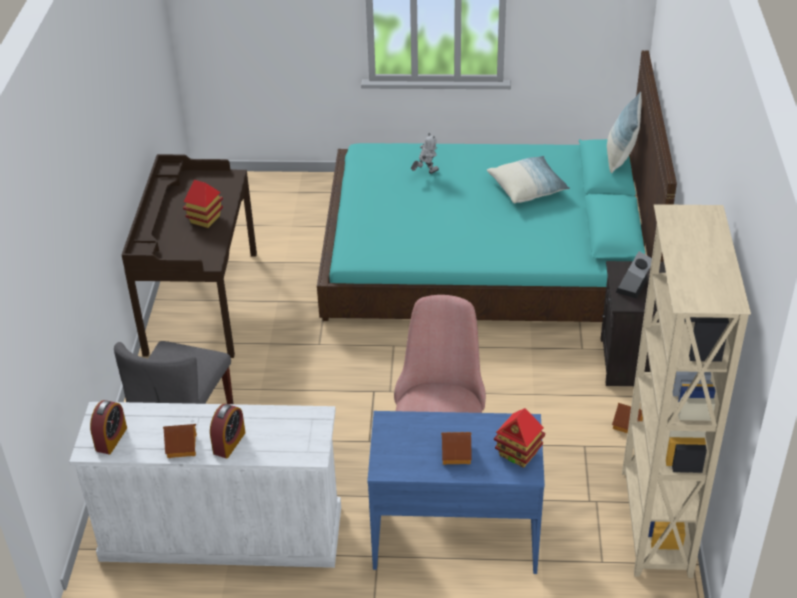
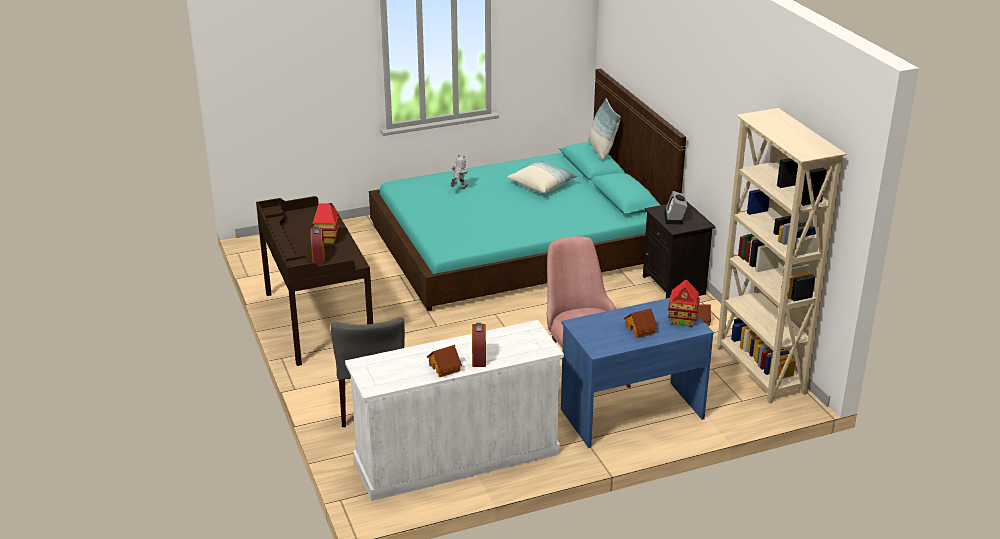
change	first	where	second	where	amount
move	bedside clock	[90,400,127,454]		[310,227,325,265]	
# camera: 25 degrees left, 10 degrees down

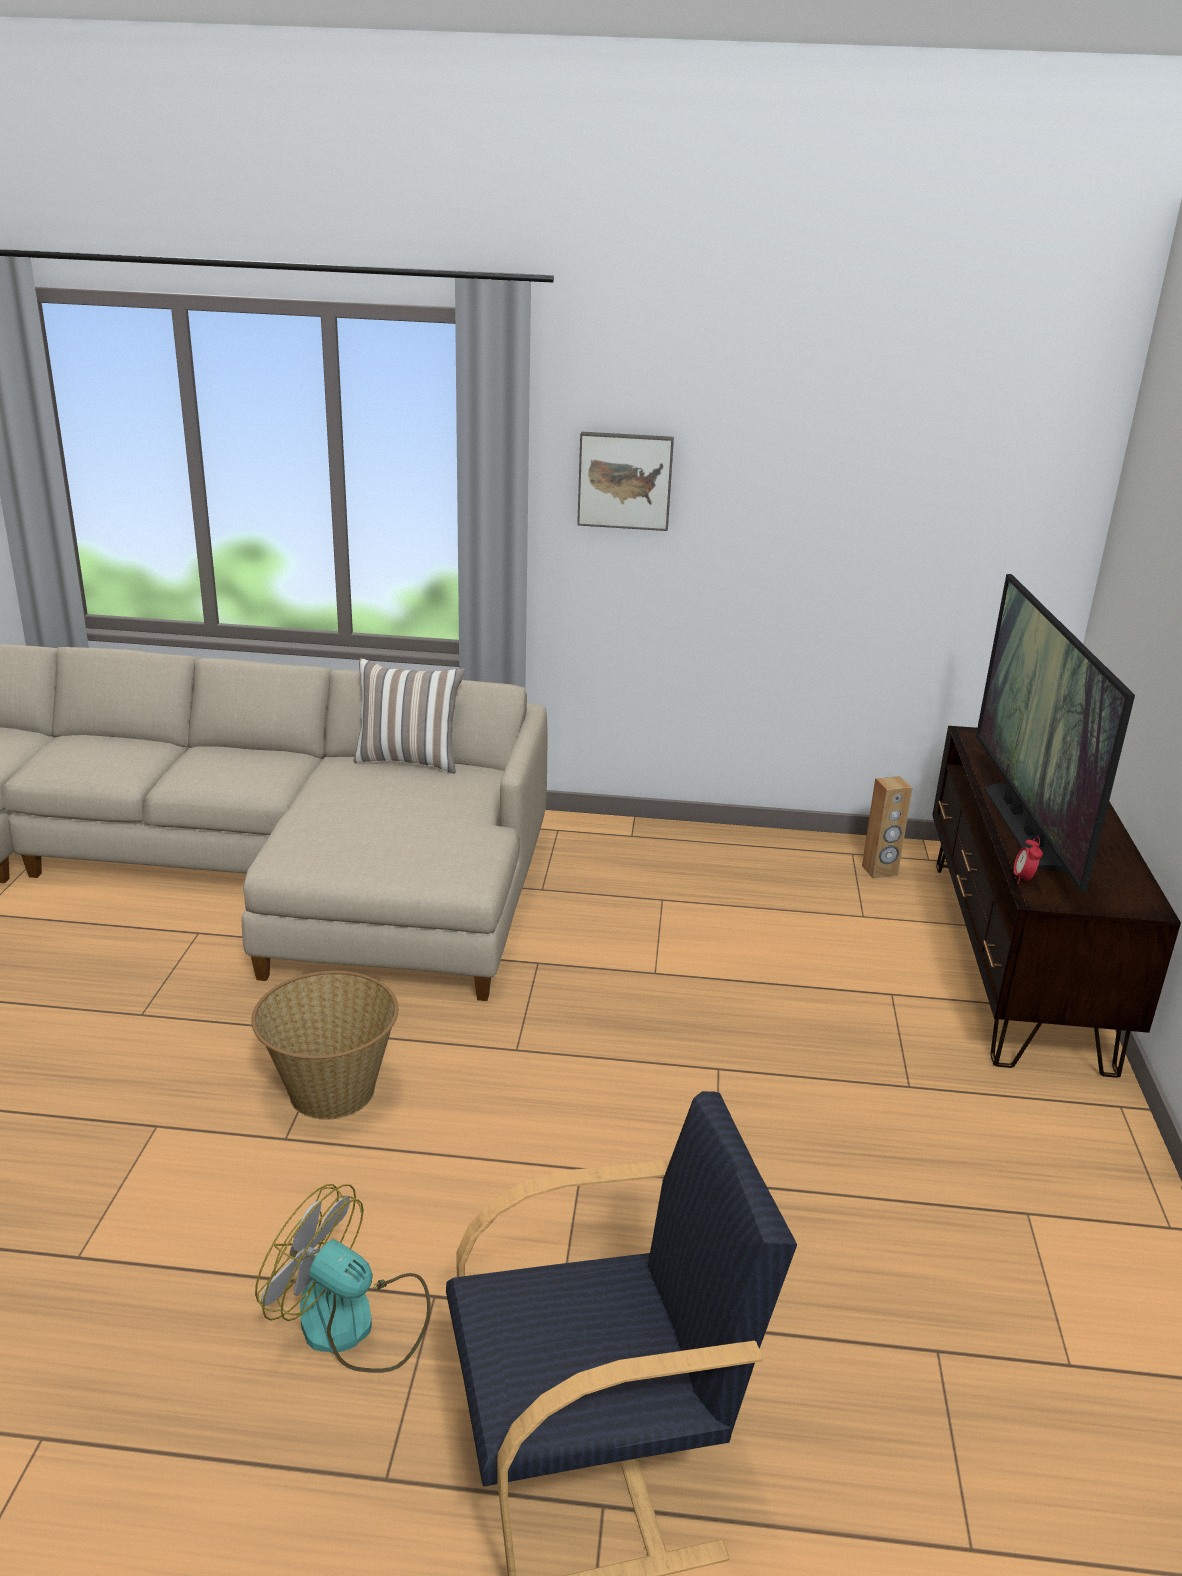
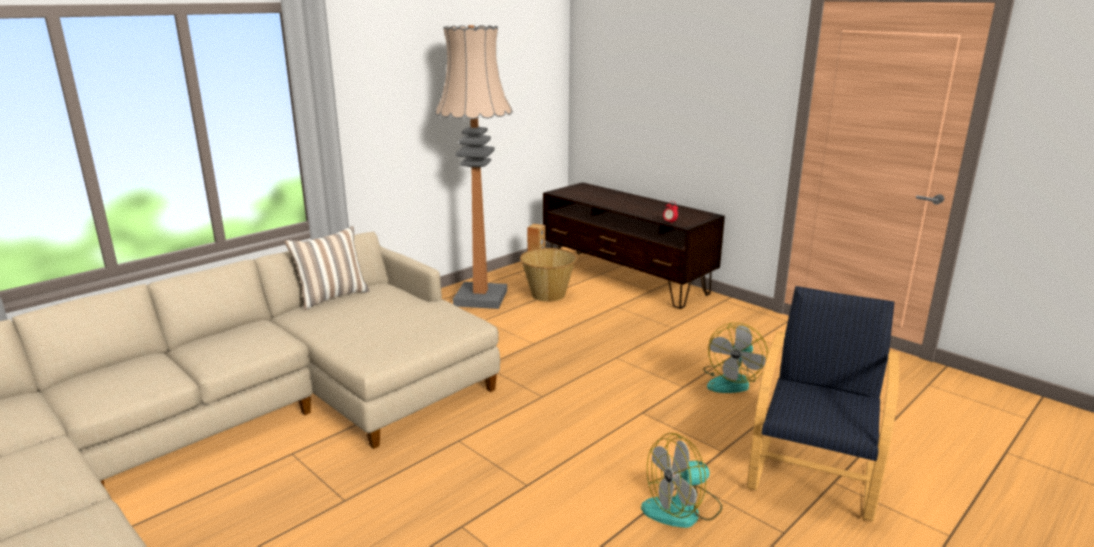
change	first	where	second	where	amount
move	basket	[251,971,398,1120]		[520,248,578,302]	
delete	picture	[577,432,674,531]			
delete	television	[976,574,1135,892]			
insert			standing lamp	[435,25,513,309]	
insert			fan	[703,323,768,393]	
# camera: 50 degrees left, 5 degrees down

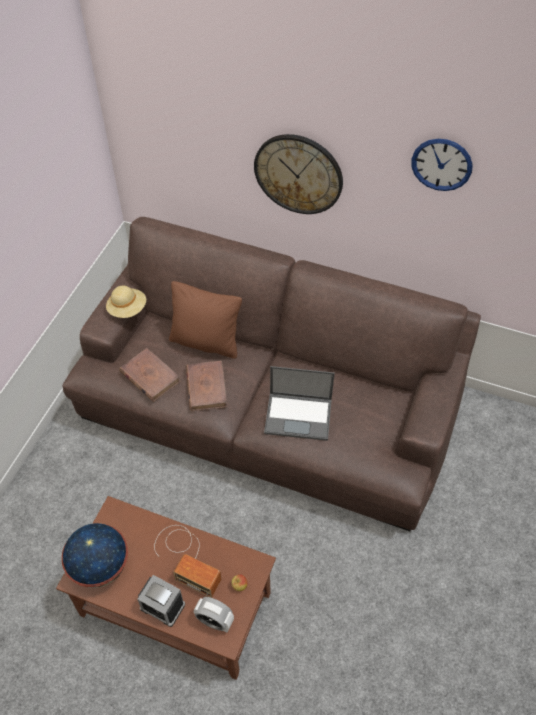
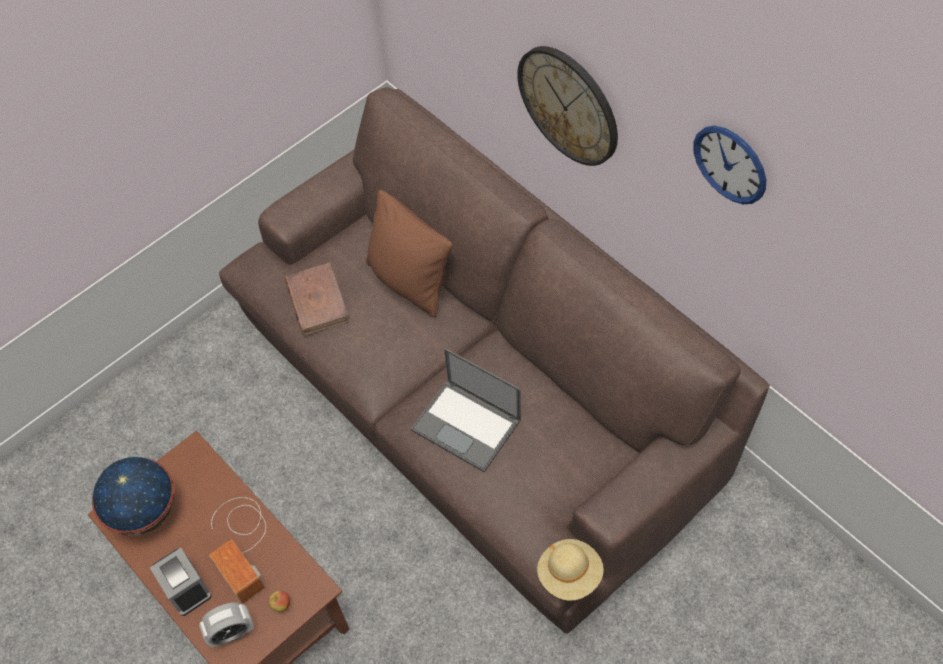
change	first	where	second	where	amount
move	beige wearable hat	[106,286,146,318]		[537,539,604,601]	
delete	brown volume	[186,361,228,411]			
rotate	bedside clock	[194,597,234,633]		[199,603,254,648]	75 degrees counterclockwise
# camera: 30 degrees right, 5 degrees up

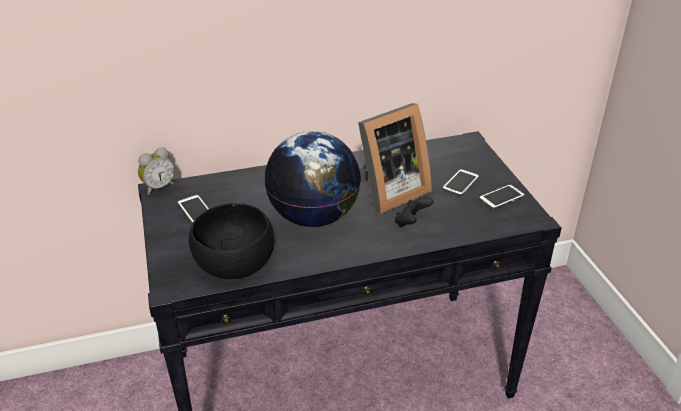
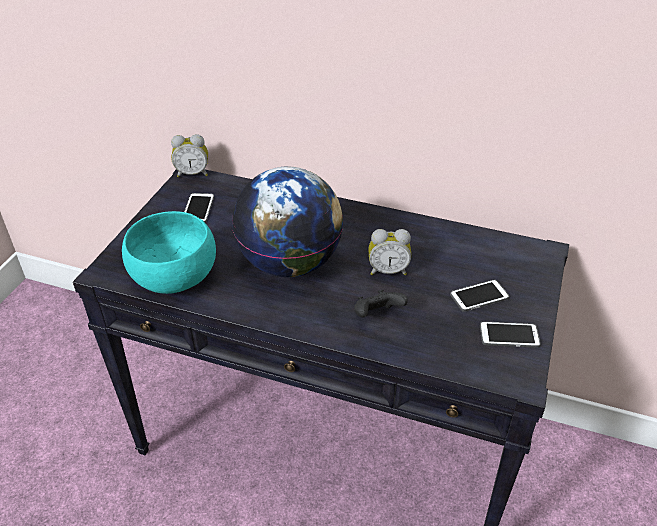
change	first	where	second	where	amount
recolor	black-coloured serving bowl	[189,203,275,279]	turquoise serving bowl	[122,211,216,294]	
replace	photo frame	[358,103,432,214]	bedside clock	[368,229,412,275]	
# camera: 35 degrees right, 5 degrees up

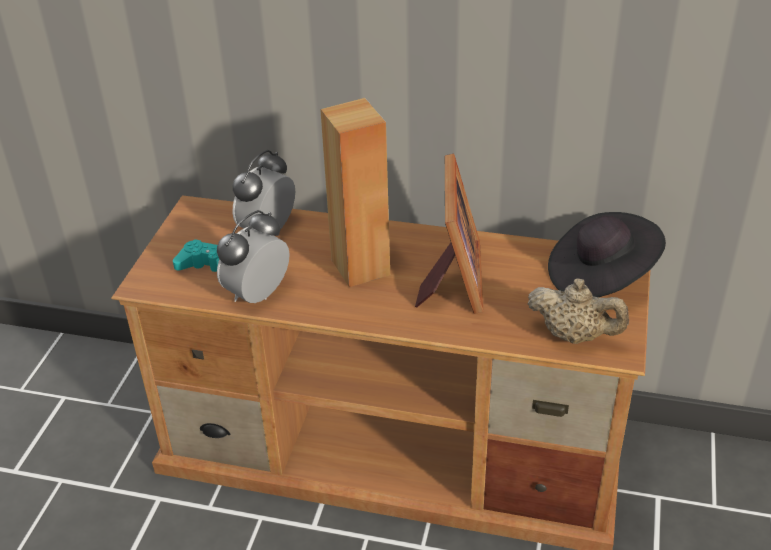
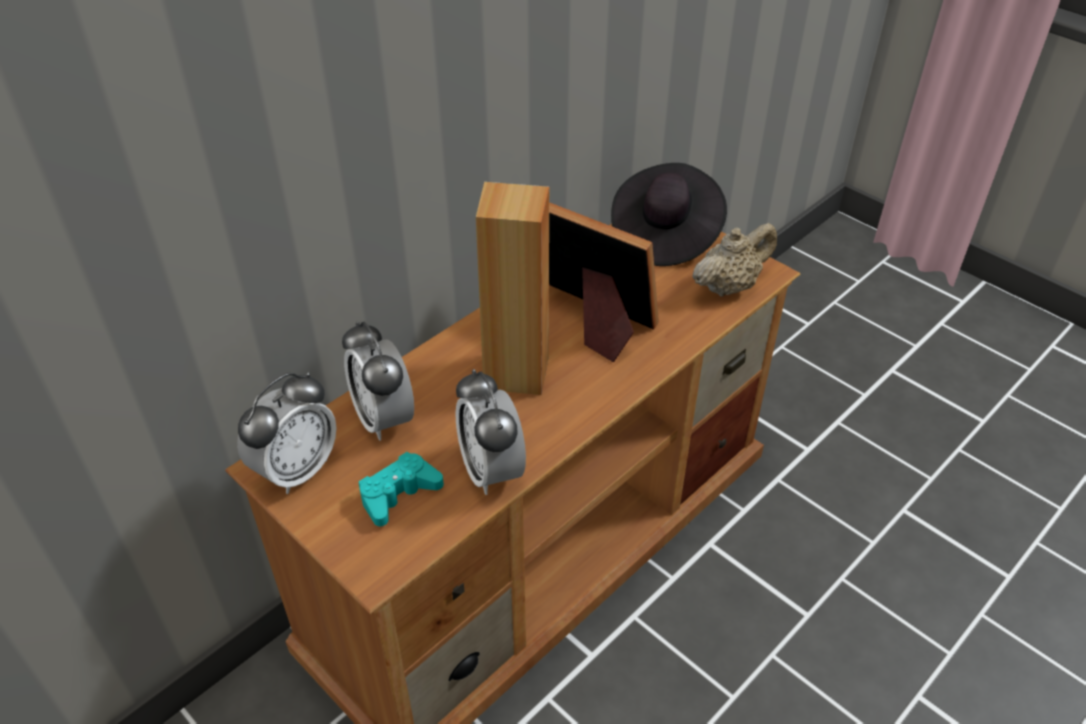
change	first	where	second	where	amount
insert			bedside clock	[237,372,336,494]	
# camera: 60 degrees left, 5 degrees up

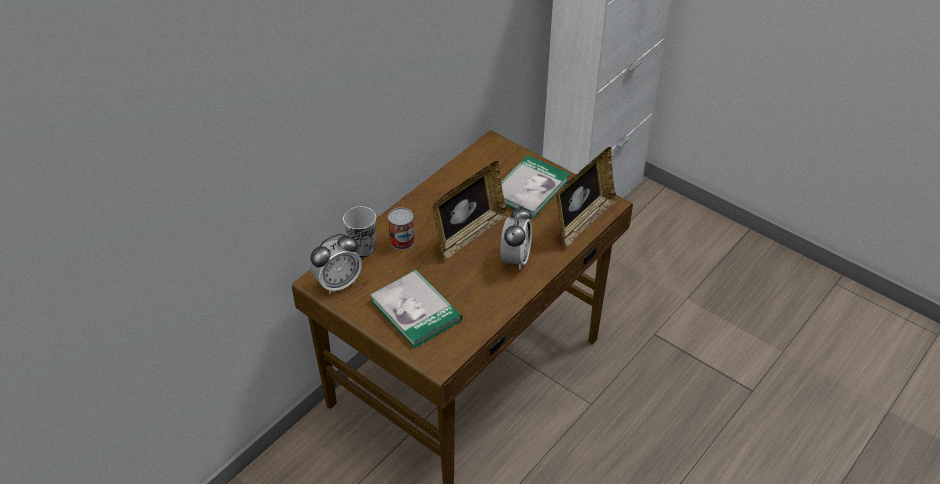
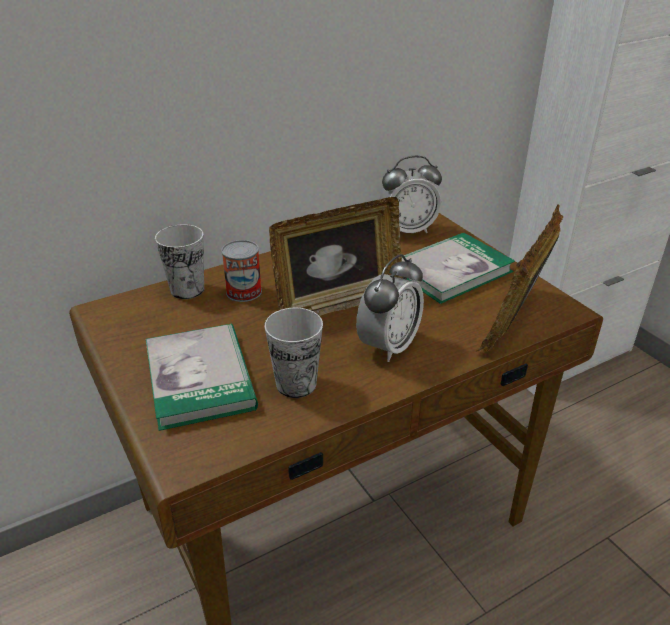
change	first	where	second	where	amount
move	bedside clock	[310,234,362,294]		[380,156,442,233]	
rotate	photo frame	[556,147,617,248]		[475,204,563,352]	150 degrees clockwise
insert			small cup	[264,308,323,398]	
# camera: 20 degrees right, 10 degrees down

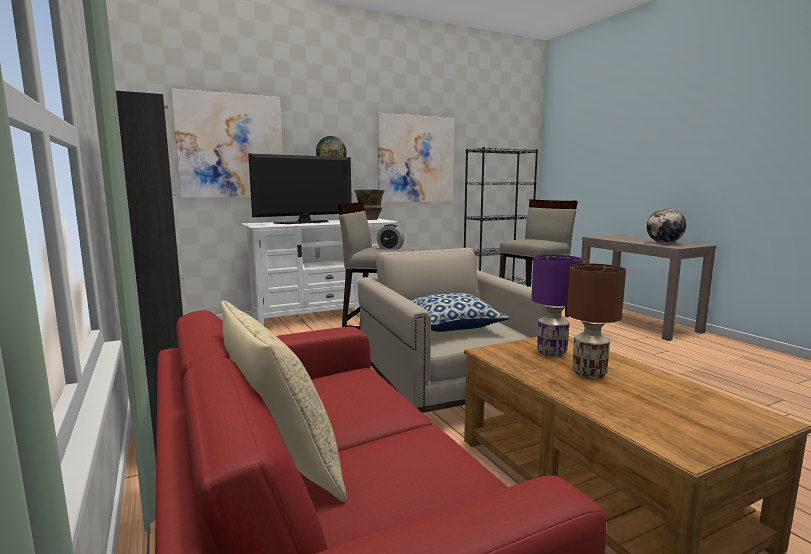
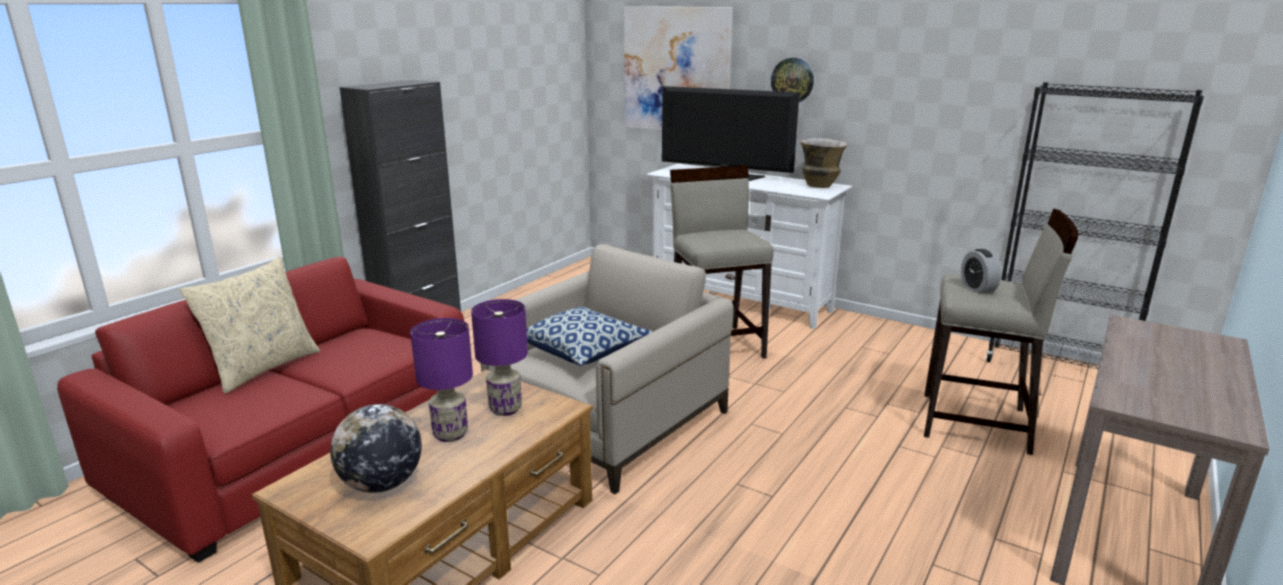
change	first	where	second	where	amount
delete	picture	[377,113,454,203]			
move	bedside clock	[377,224,404,250]		[961,249,1001,293]	
recolor	brown table lamp	[567,263,626,379]	purple table lamp	[410,318,473,442]	
move	desk globe	[647,208,686,243]		[330,404,422,493]	
# camera: 60 degrees right, 10 degrees up

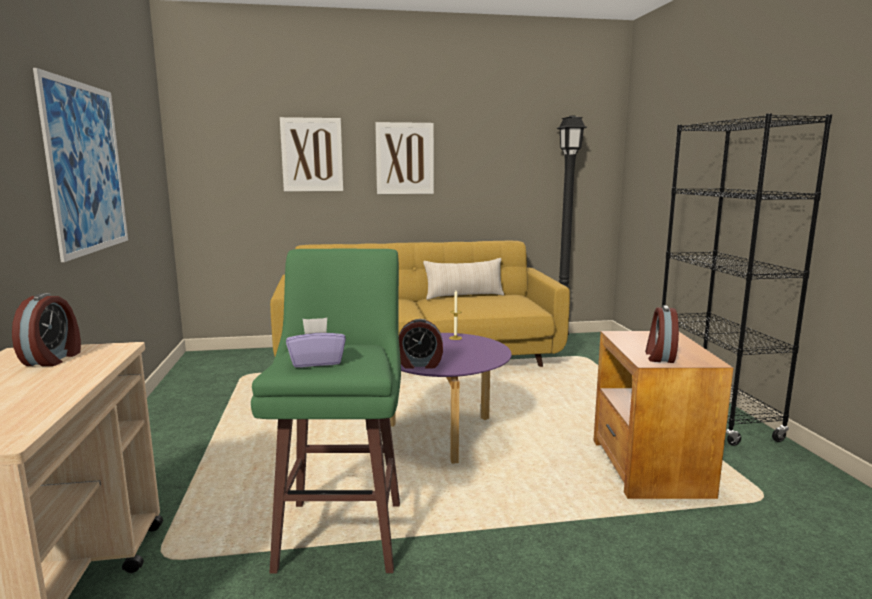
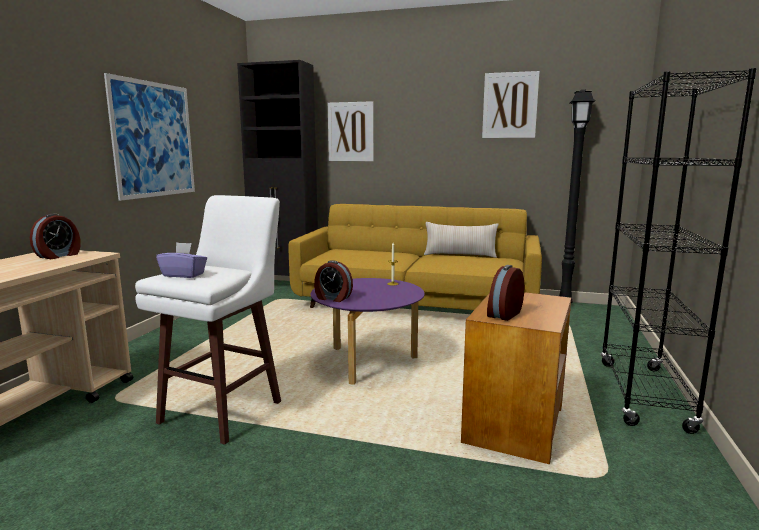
change	first	where	second	where	amount
recolor	green sitting stool	[251,248,401,574]	white sitting stool	[135,195,281,445]	
move	picture	[375,122,434,194]		[482,71,539,138]	
insert			black-coloured cupboard	[237,60,318,276]	
# camera: 25 degrees right, 0 degrees up

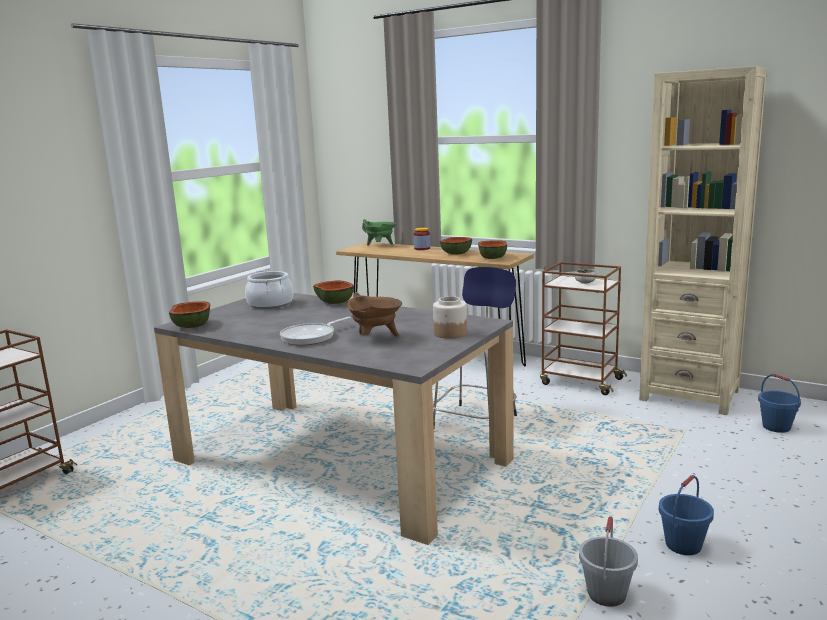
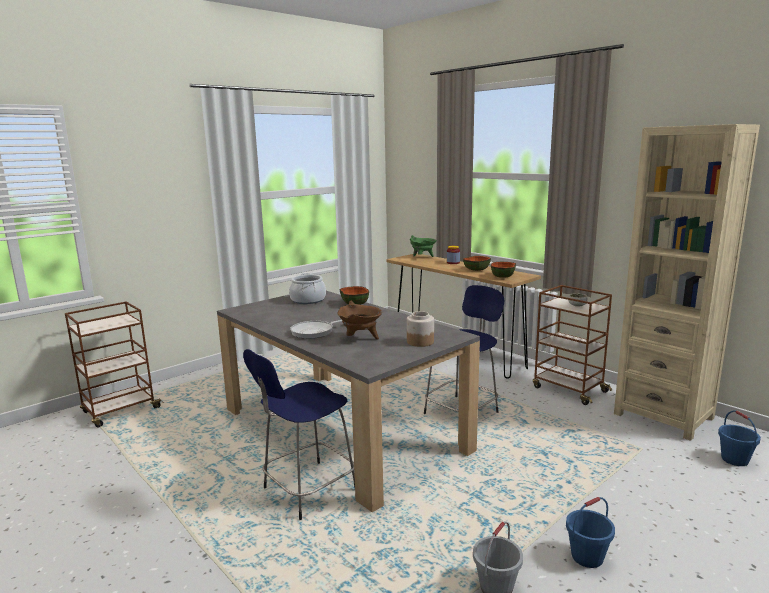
change	first	where	second	where	amount
delete	serving bowl	[169,301,210,328]			
insert			blue-coloured sitting stool	[243,349,355,520]	
# camera: 15 degrees right, 0 degrees up

